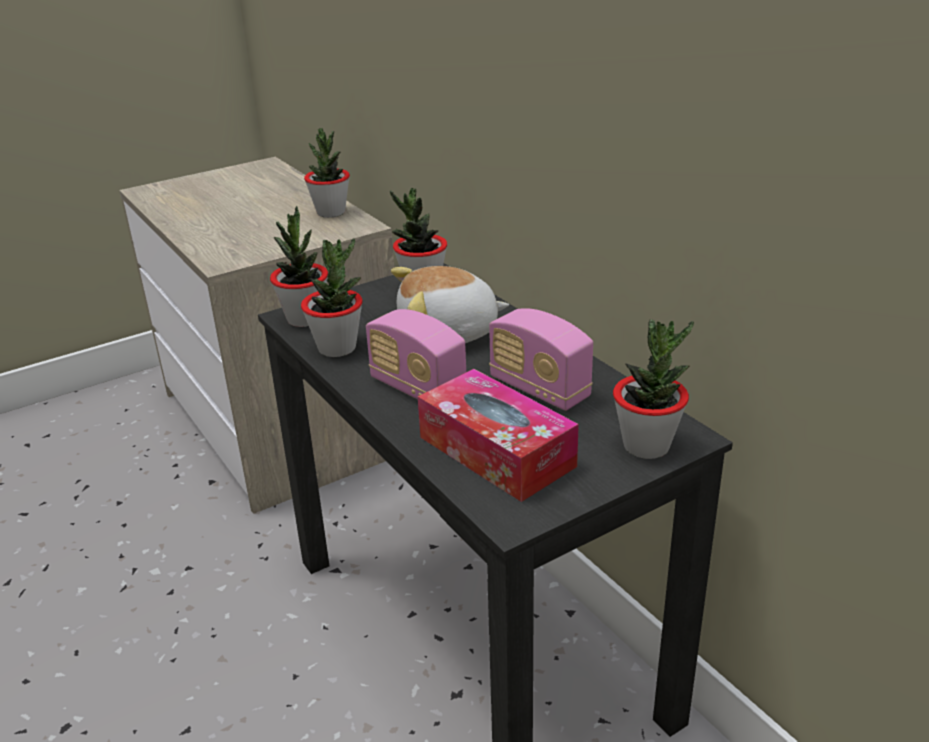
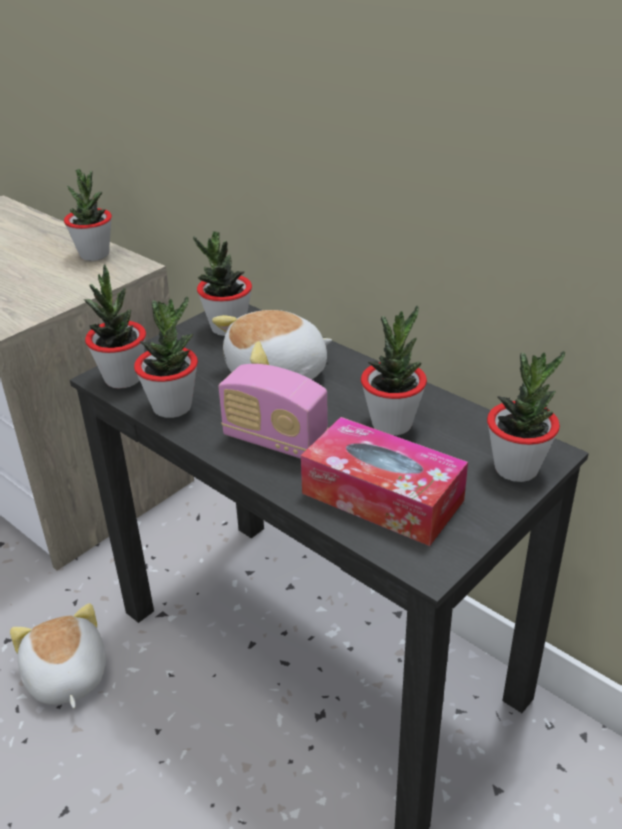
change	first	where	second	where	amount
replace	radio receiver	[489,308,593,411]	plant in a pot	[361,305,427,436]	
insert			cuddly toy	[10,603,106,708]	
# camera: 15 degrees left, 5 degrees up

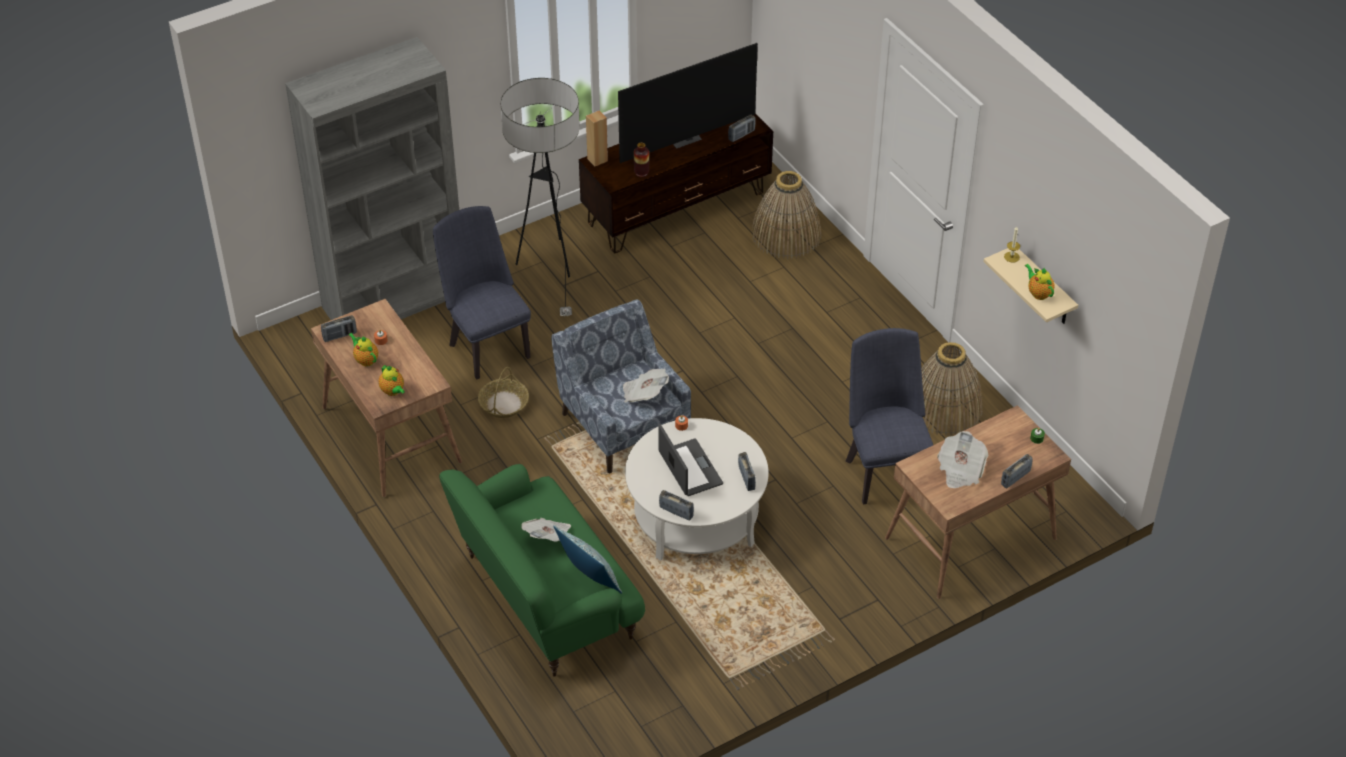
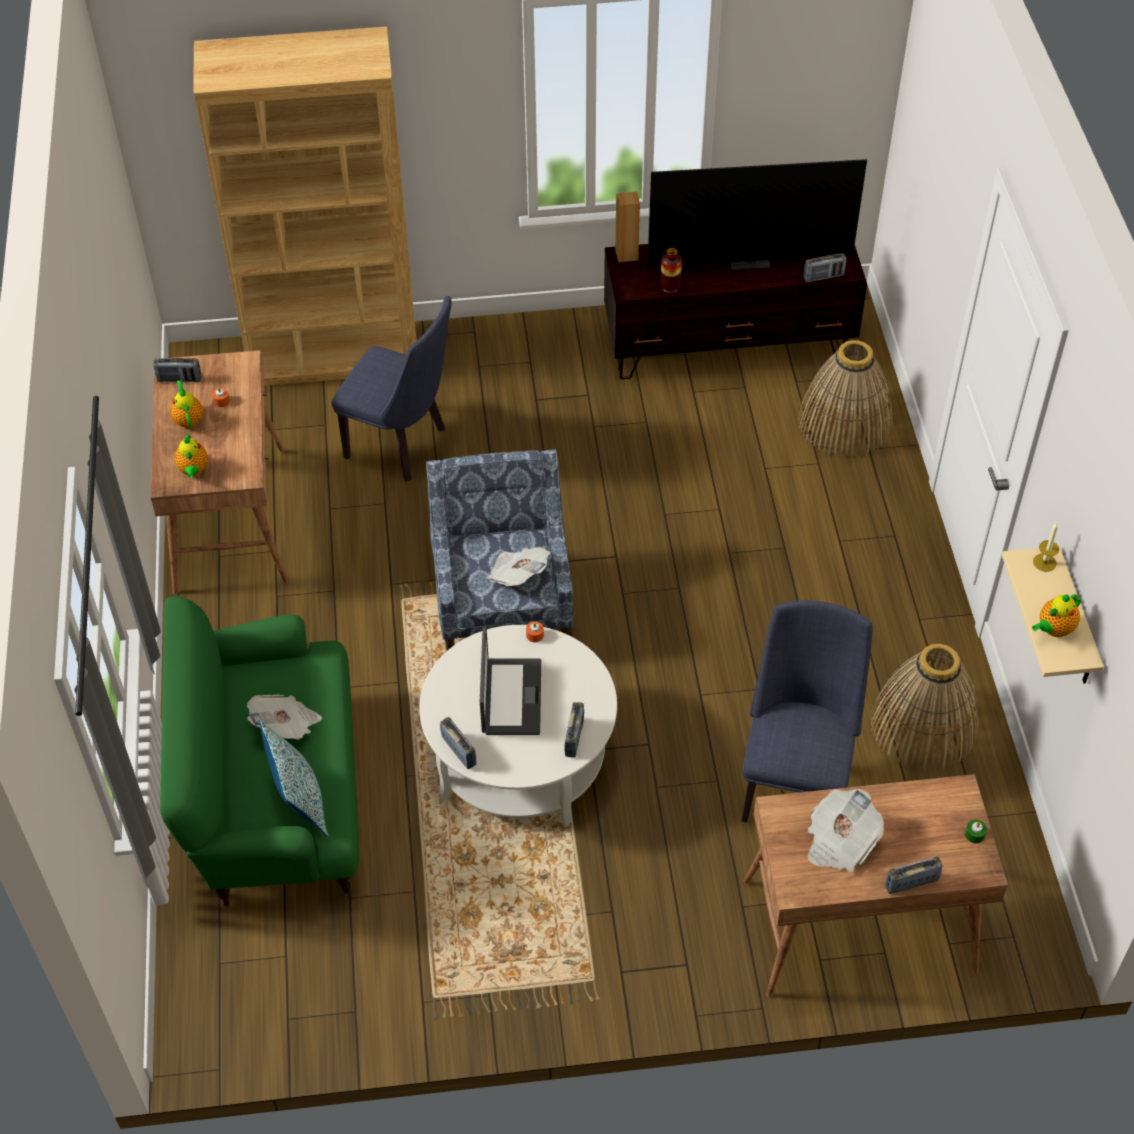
change	first	where	second	where	amount
recolor	grey bookcase	[285,37,459,320]	brown bookcase	[193,26,417,386]	
rotate	blue-coloured chair	[433,206,531,380]		[332,296,452,482]	120 degrees clockwise
delete	basket	[478,367,529,418]			
delete	standing lamp	[501,78,580,316]			
rotate	tea pot	[1025,264,1055,300]		[1032,594,1081,637]	120 degrees counterclockwise
# camera: 25 degrees right, 5 degrees up

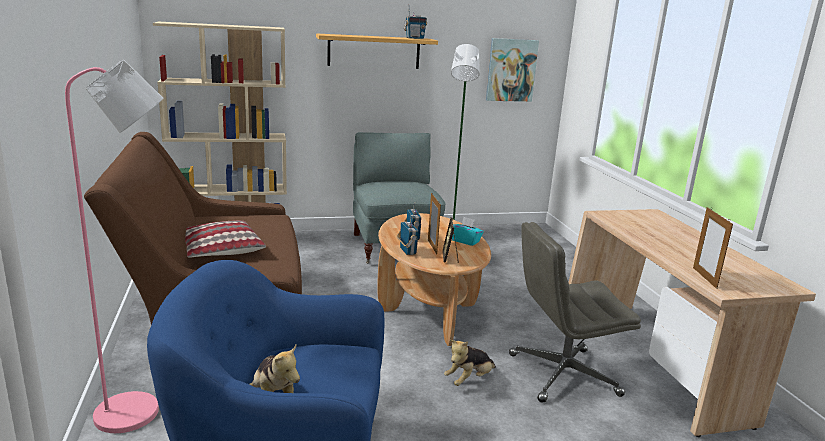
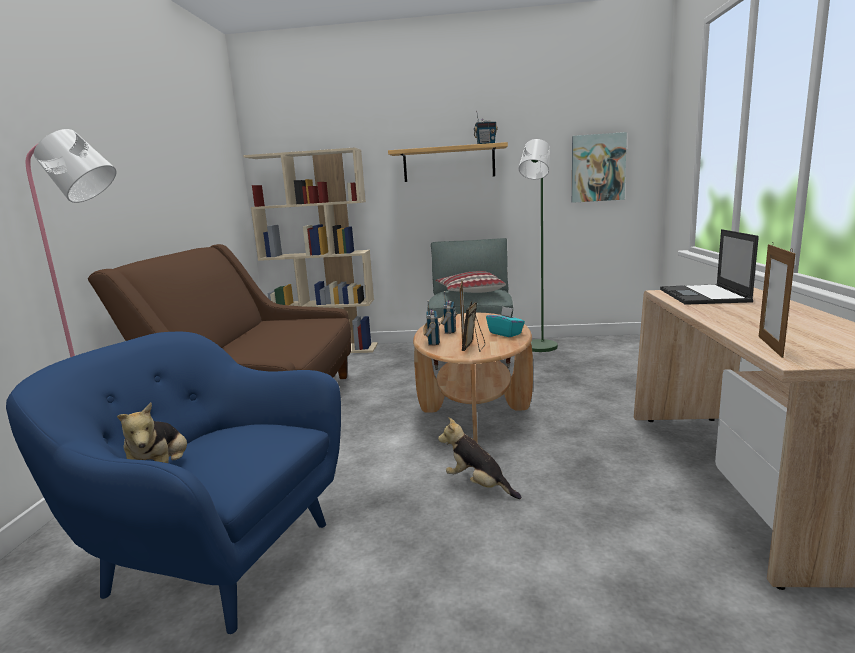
change	first	where	second	where	amount
move	pillow	[185,220,266,258]		[435,271,506,293]	
rotate	cuddly toy	[444,340,496,386]		[438,417,521,499]	60 degrees clockwise
delete	grey computer chair	[509,222,641,403]			
insert			portable computer	[660,229,759,305]	
# camera: 20 degrees right, 5 degrees down

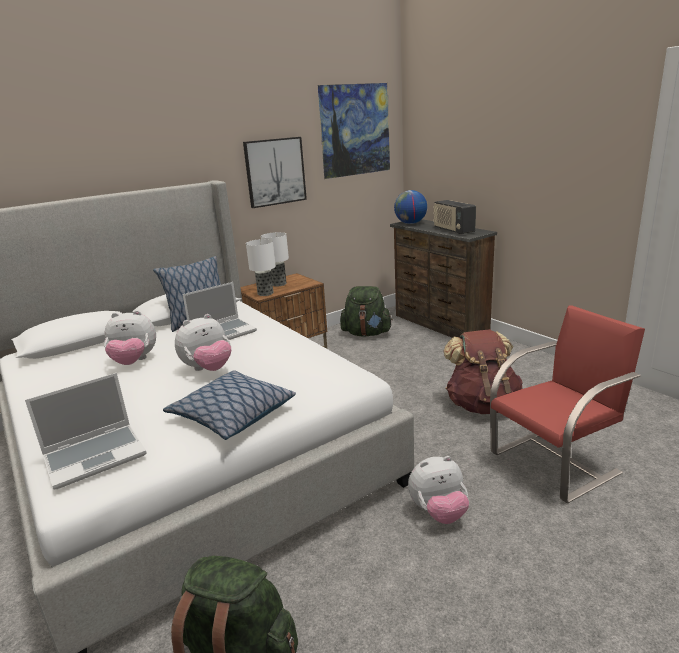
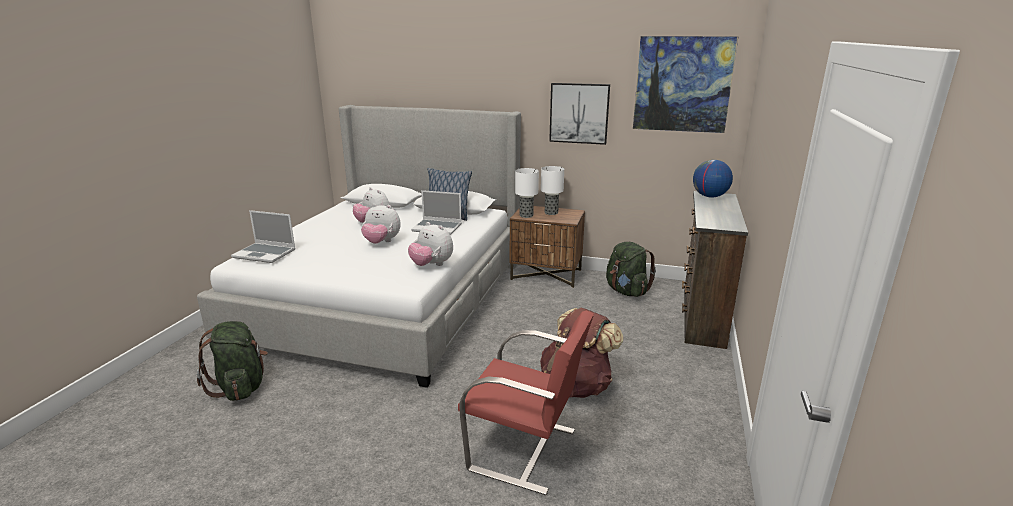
change	first	where	second	where	amount
delete	pillow	[163,370,296,440]			
move	cuddly toy	[408,456,469,524]		[408,222,453,266]	
delete	radio receiver	[433,200,476,234]			
# camera: 50 degrees right, 0 degrees up

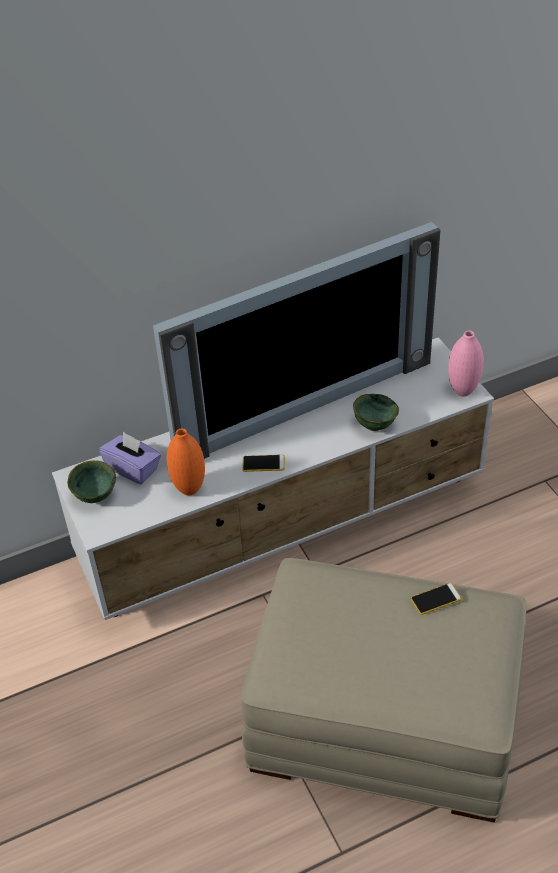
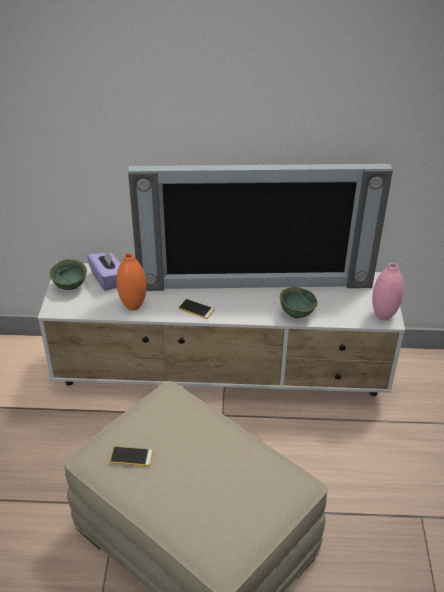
change	first	where	second	where	amount
move	phone	[411,583,461,615]		[110,446,153,466]	
# camera: 25 degrees right, 5 degrees down

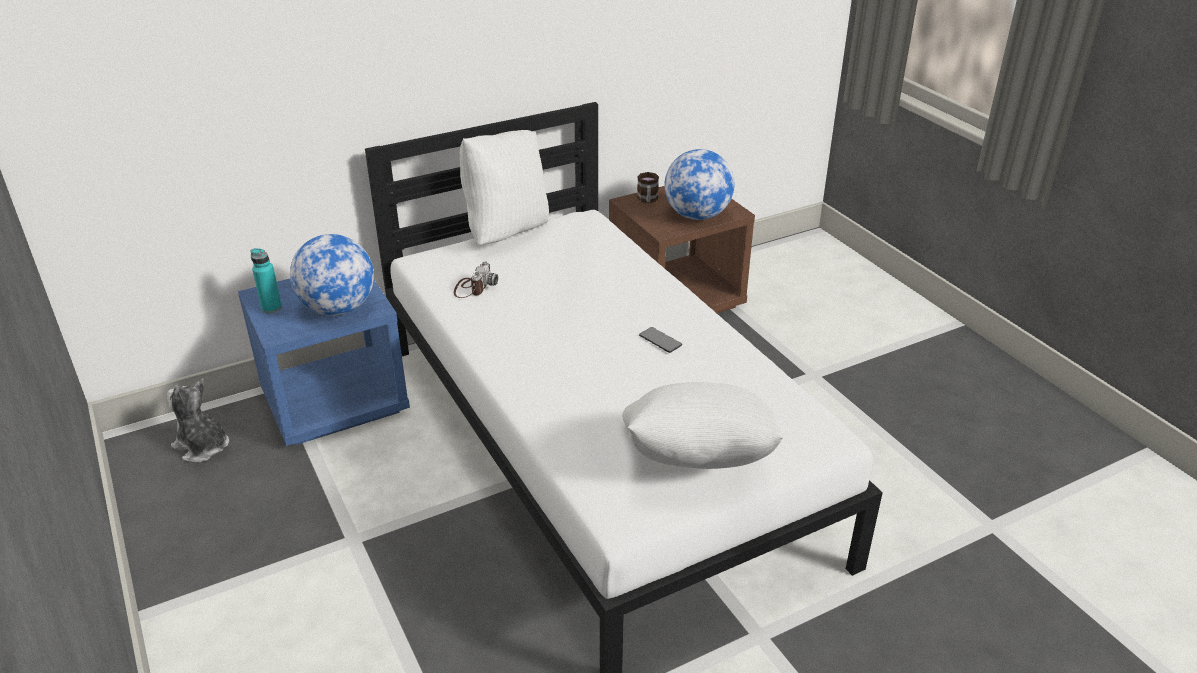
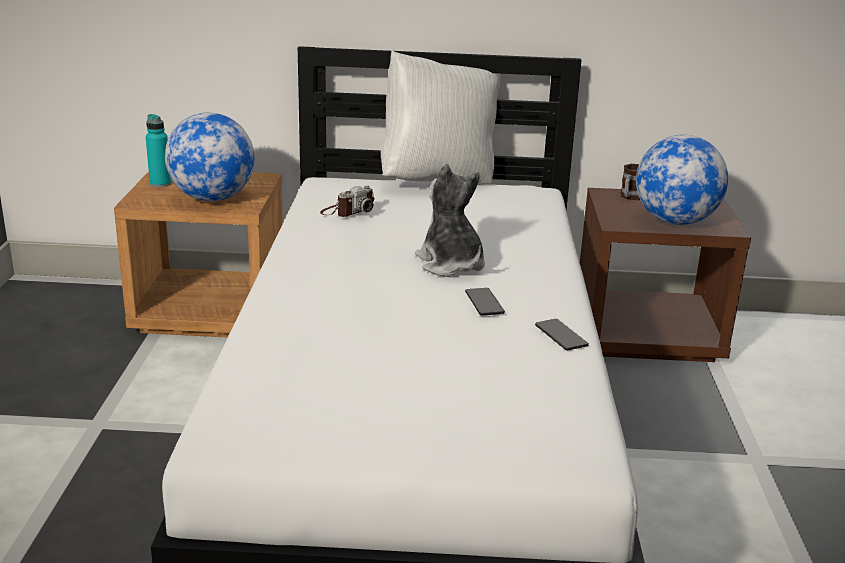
change	first	where	second	where	amount
move	cuddly toy	[167,378,229,463]		[415,164,485,277]	
recolor	blue-coloured nightstand	[238,279,410,446]	brown nightstand	[114,171,283,337]	
delete	white pillow	[622,382,783,469]			
insert			phone	[535,319,589,351]	
# camera: 30 degrees right, 10 degrees down

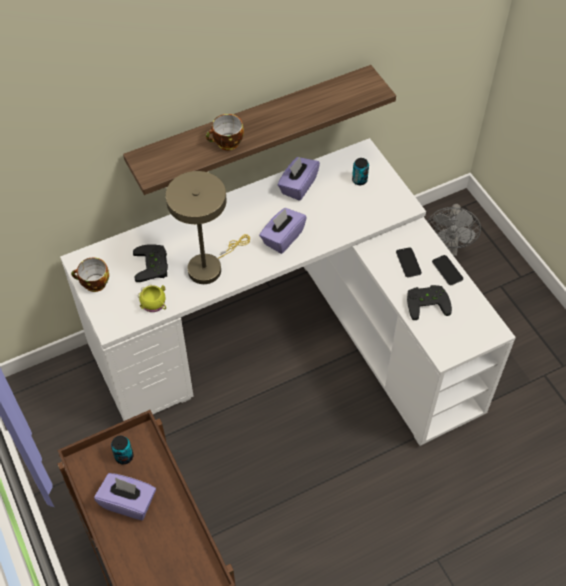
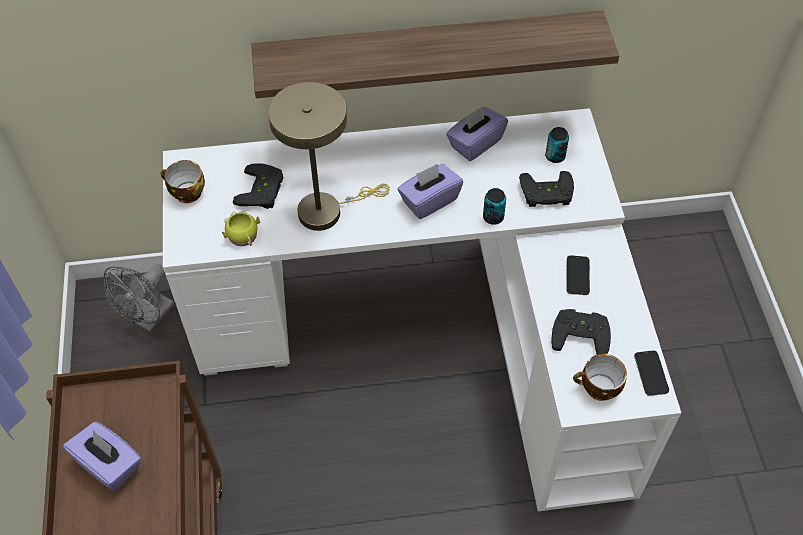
change	first	where	second	where	amount
move	sealed can	[111,436,134,464]		[483,188,506,225]	
move	small cup	[206,114,244,150]		[573,354,627,401]	
move	grey fan	[428,204,481,257]		[104,264,175,332]	
move	phone	[432,255,463,285]		[634,350,669,396]	
insert			black-coloured joypad	[519,171,574,207]	
# camera: 20 degrees right, 0 degrees up

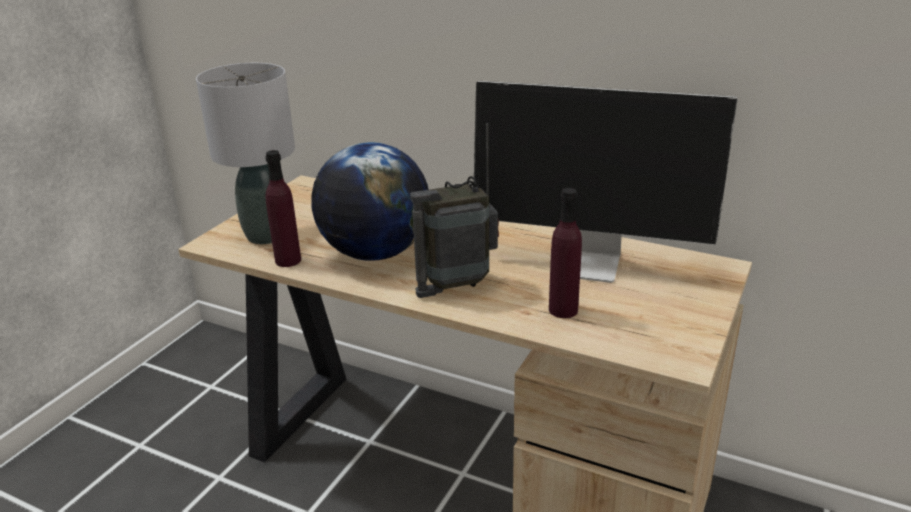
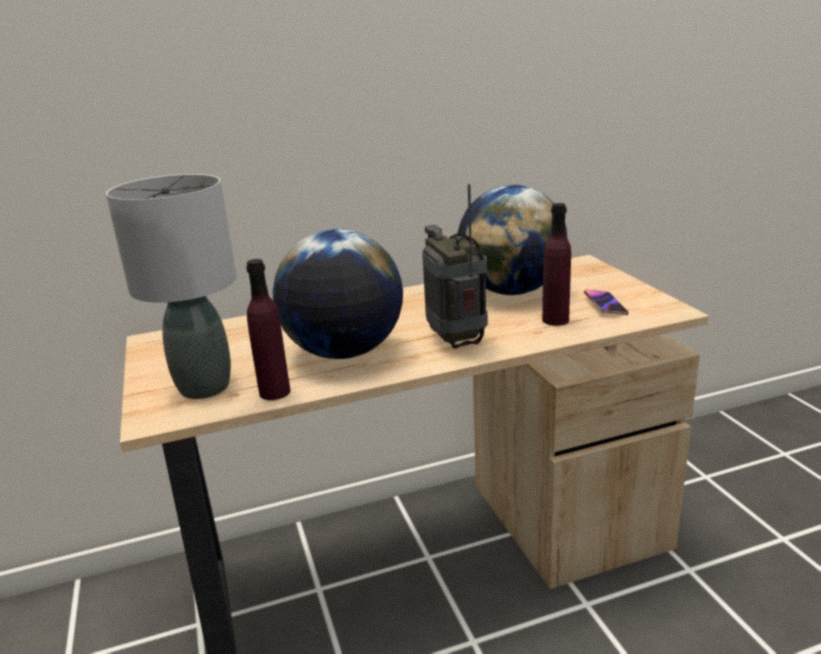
change	first	where	second	where	amount
rotate	radio receiver	[410,123,499,298]		[422,184,488,348]	135 degrees clockwise
replace	monitor	[474,81,737,283]	desk globe	[457,185,567,295]	
insert			phone	[584,290,629,315]	
# camera: 45 degrees left, 5 degrees down

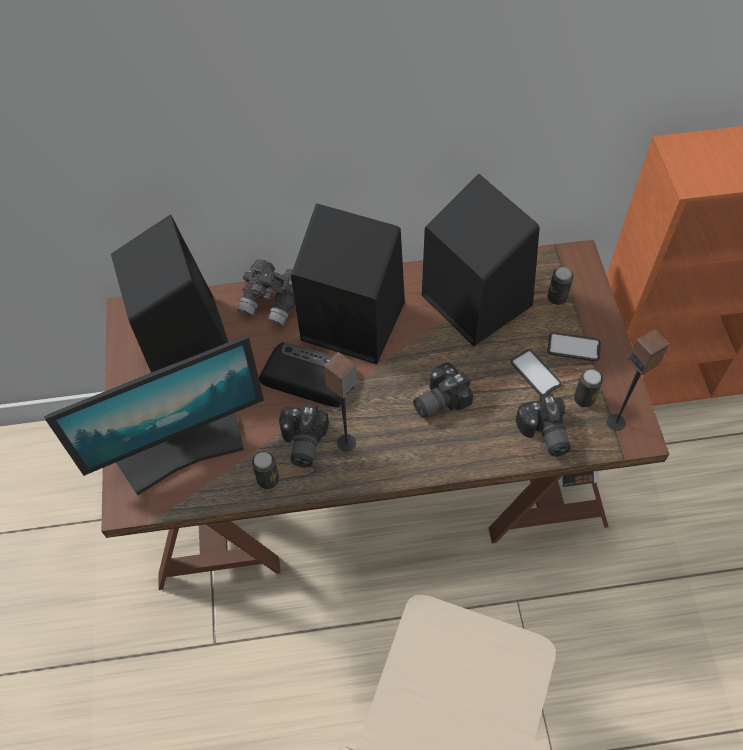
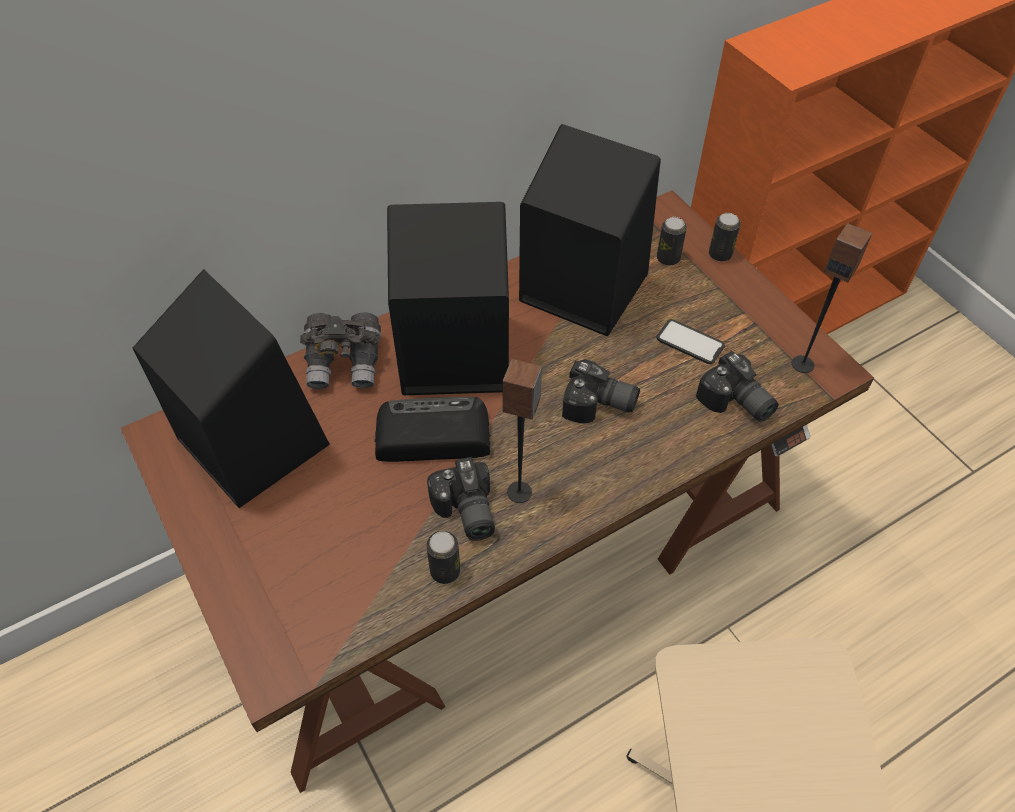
change	first	where	second	where	amount
delete	monitor	[44,335,264,496]			
rotate	photo camera	[413,362,473,418]		[562,359,640,424]	105 degrees counterclockwise
delete	phone	[547,332,601,361]			
move	sealed can	[574,369,603,407]		[709,213,741,261]	
# camera: 25 degrees left, 5 degrees down

